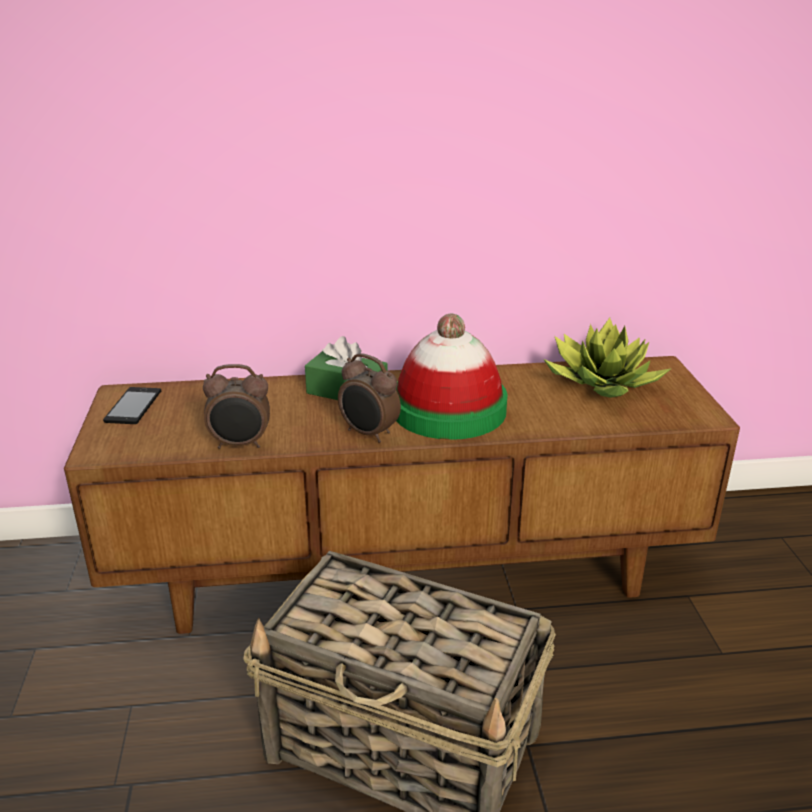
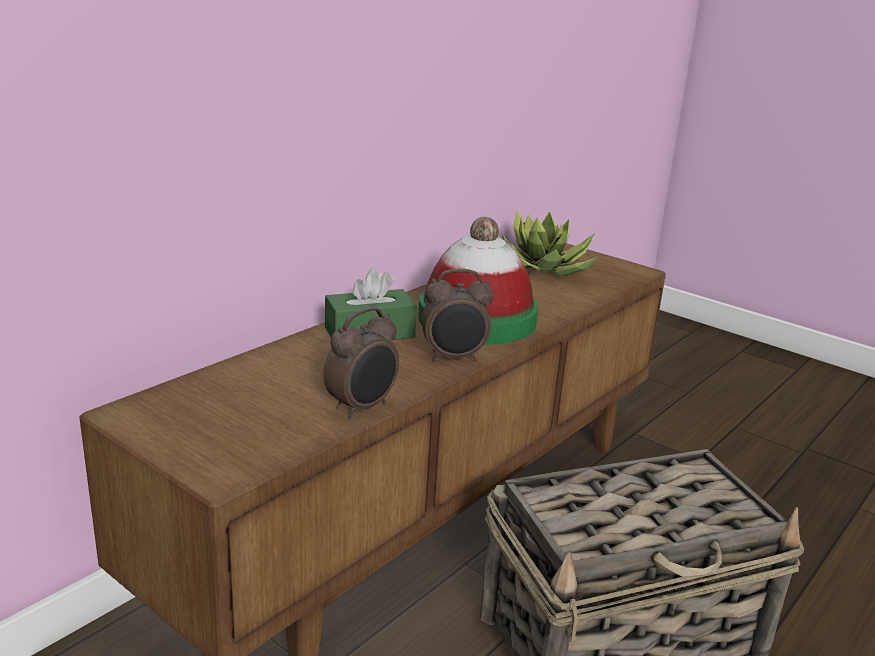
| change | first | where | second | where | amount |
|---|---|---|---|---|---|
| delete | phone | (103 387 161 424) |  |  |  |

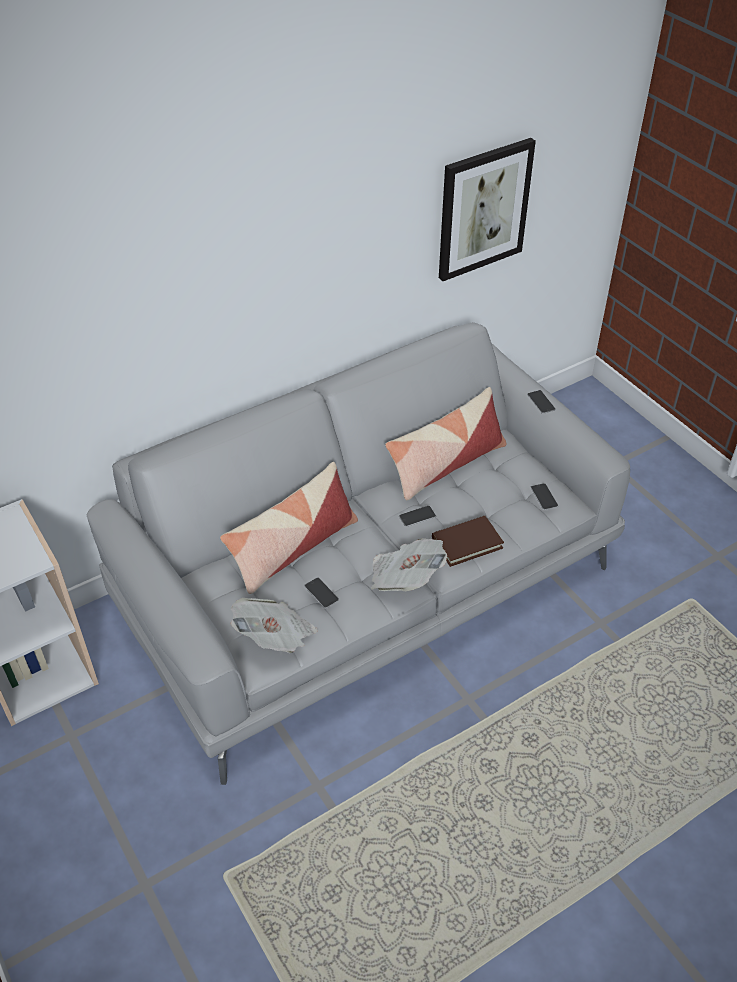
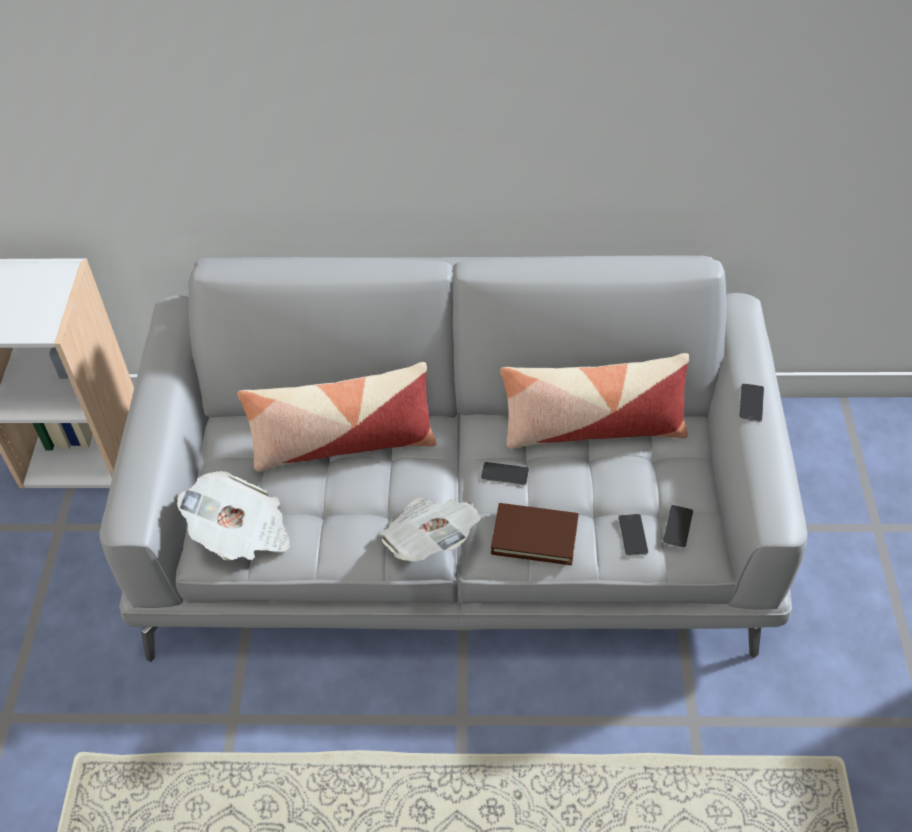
| change | first | where | second | where | amount |
|---|---|---|---|---|---|
| delete | picture | (439 138 536 281) |  |  |  |
| move | phone | (304 577 339 608) |  | (618 514 649 556) |  |

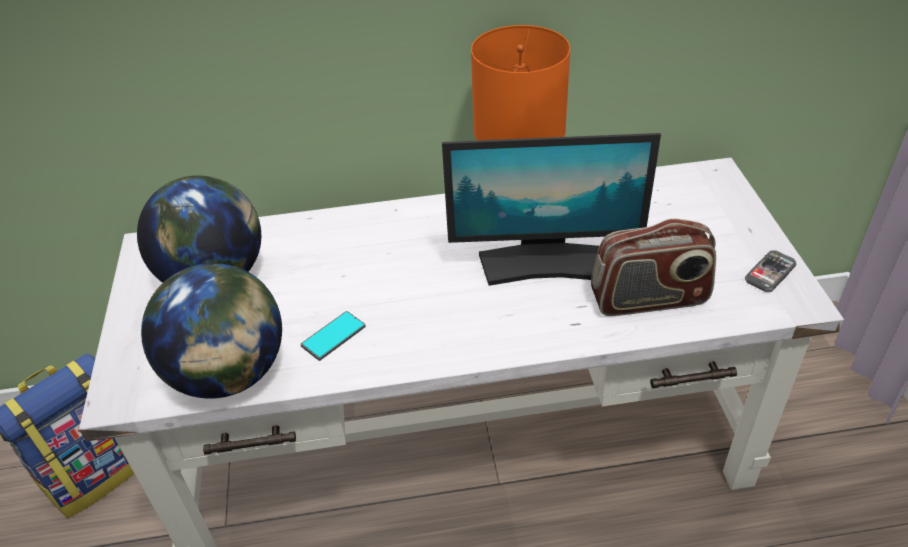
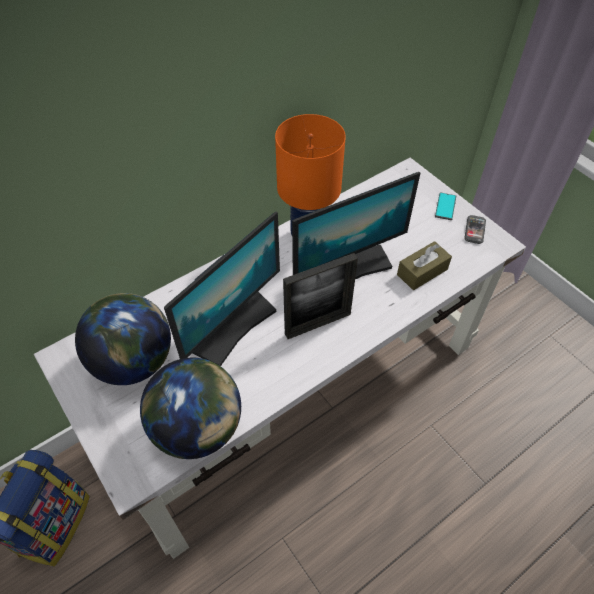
| change | first | where | second | where | amount |
|---|---|---|---|---|---|
| replace | radio | (591 219 716 316) | brown tissue box | (397 241 452 290) |  |
| move | phone | (301 311 366 361) |  | (435 192 456 220) |  |
| insert |  |  | monitor | (164 212 280 366) |  |
| insert |  |  | picture frame | (283 253 358 339) |  |

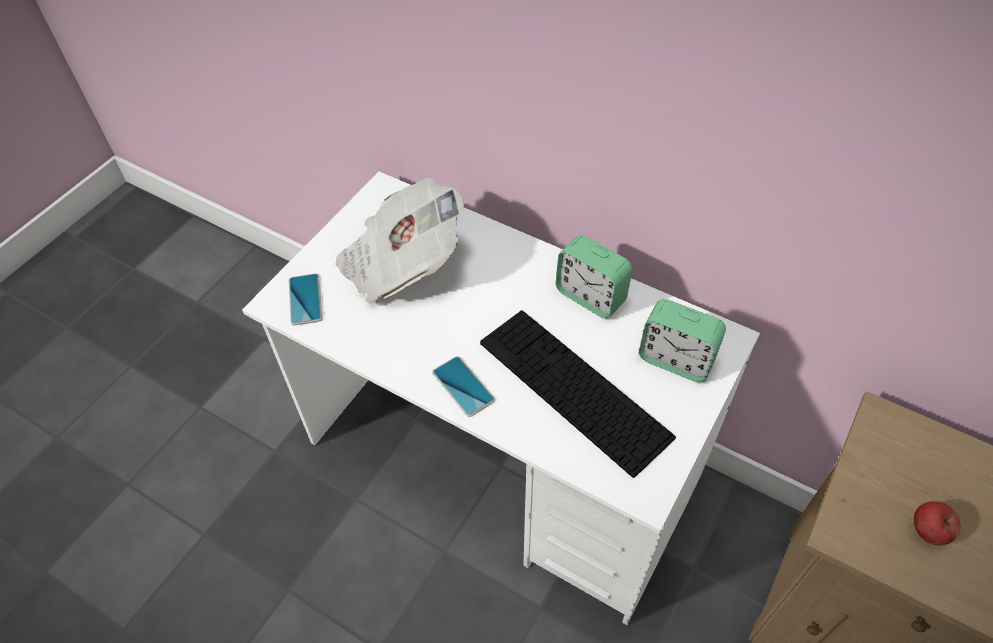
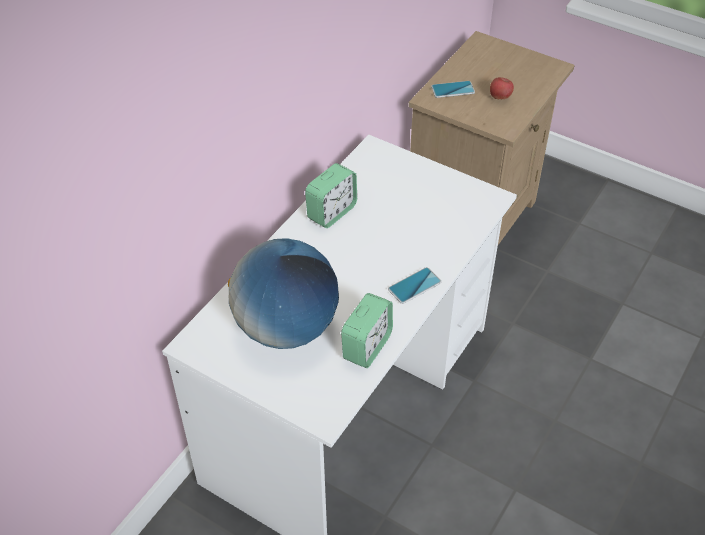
| change | first | where | second | where | amount |
|---|---|---|---|---|---|
| replace | newspaper | (335 178 464 304) | globe | (228 238 339 349) |  |
| move | phone | (289 273 323 325) |  | (431 81 475 98) |  |
| move | alarm clock | (639 299 726 382) |  | (341 293 393 368) |  |
| delete | keyboard | (480 310 676 478) |  |  |  |

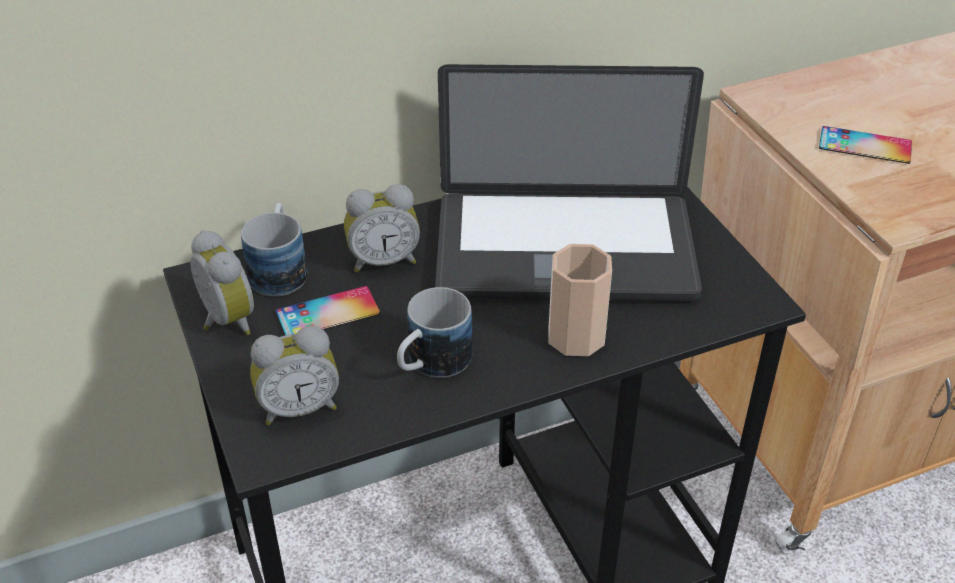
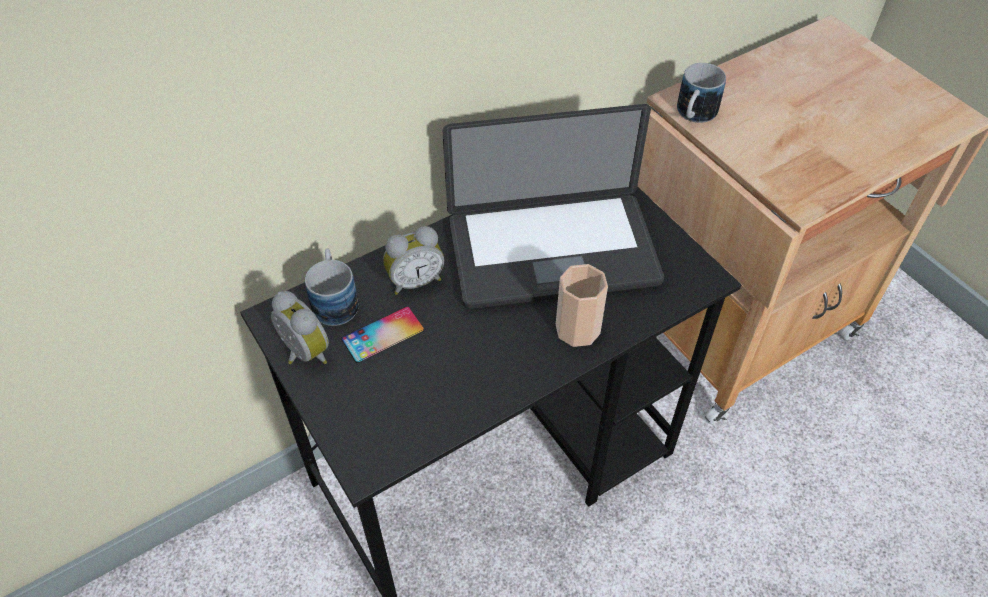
| change | first | where | second | where | amount |
|---|---|---|---|---|---|
| delete | phone | (819 126 912 164) |  |  |  |
| move | mug | (397 287 472 378) |  | (677 63 726 123) |  |
| delete | alarm clock | (250 326 339 425) |  |  |  |

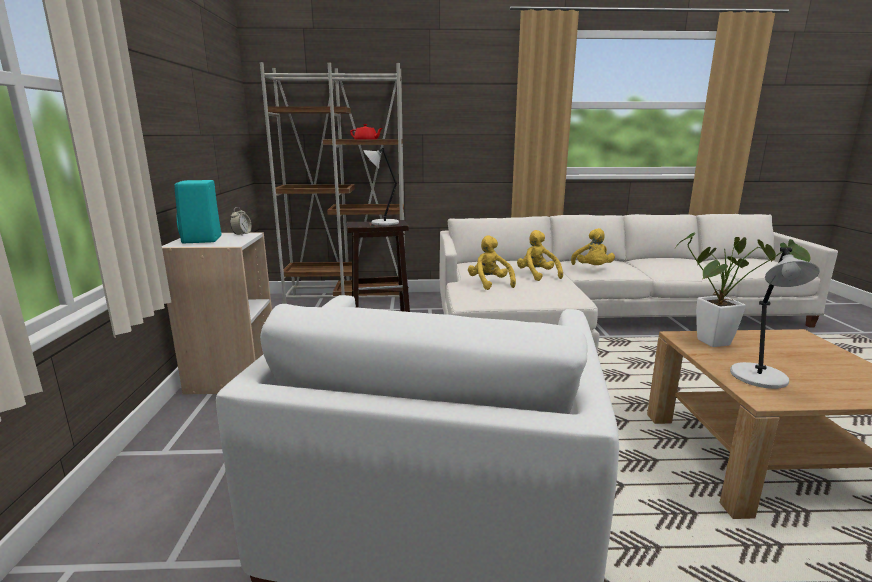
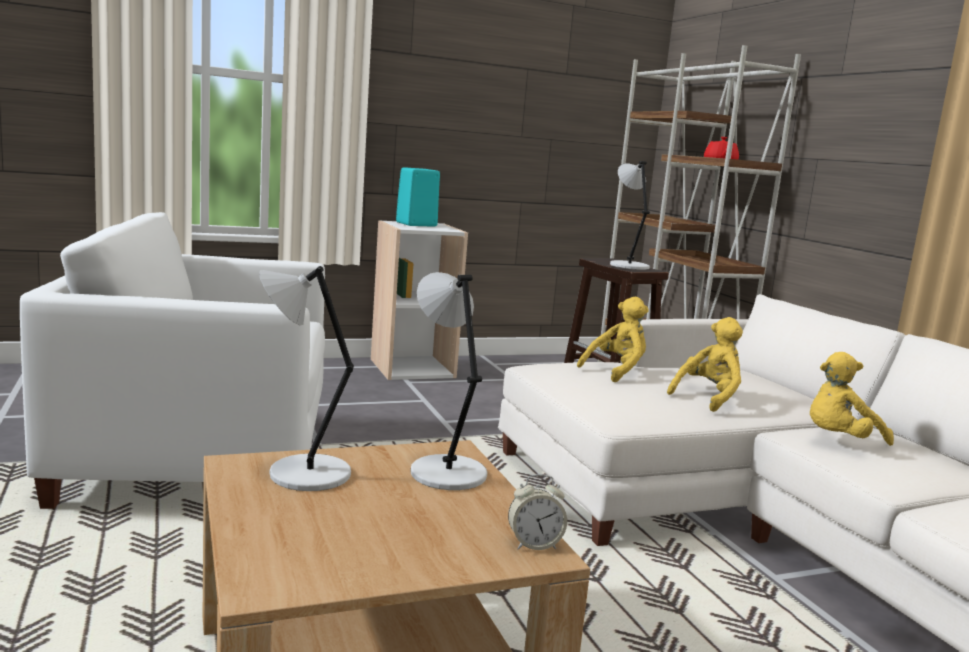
| change | first | where | second | where | amount |
|---|---|---|---|---|---|
| move | alarm clock | (230 207 252 235) |  | (508 474 567 550) |  |
| replace | potted plant | (676 232 810 347) | grey table lamp | (410 272 487 490) |  |

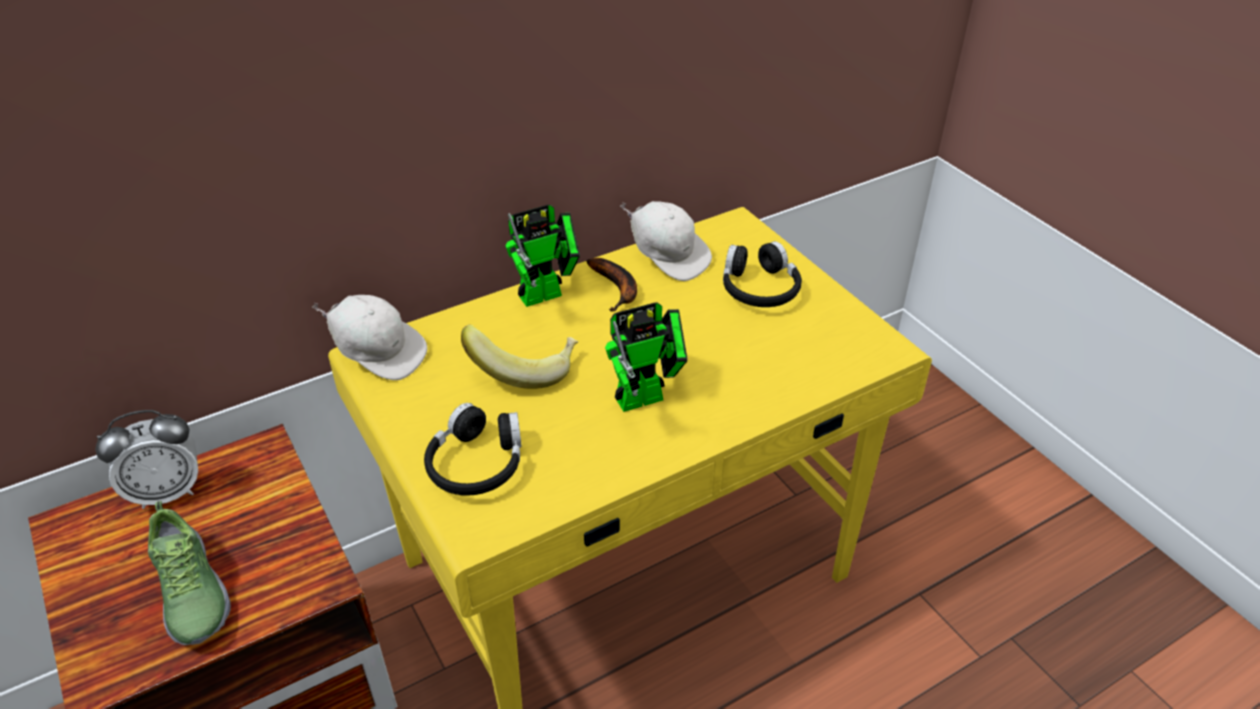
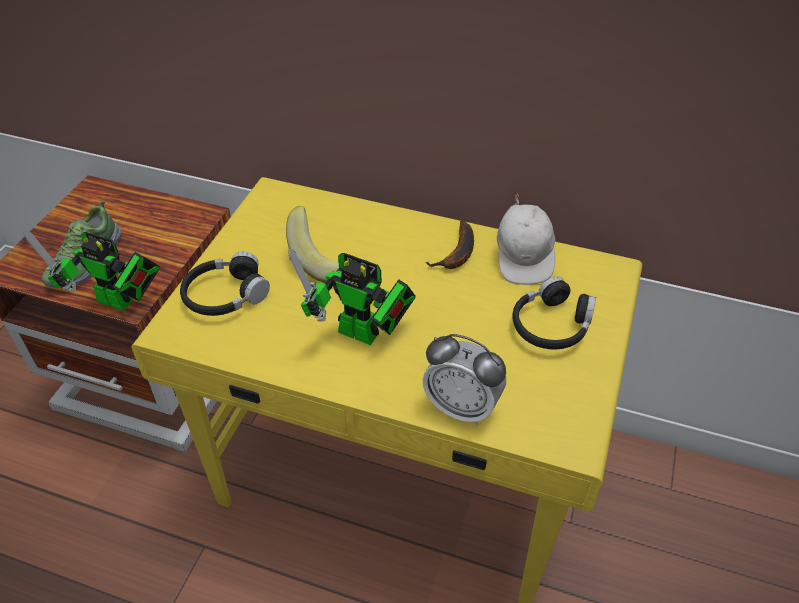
| change | first | where | second | where | amount |
|---|---|---|---|---|---|
| move | toy robot | (505 205 580 307) |  | (23 229 160 311) |  |
| delete | white cap | (312 295 427 380) |  |  |  |
| move | alarm clock | (96 410 198 509) |  | (422 334 506 425) |  |

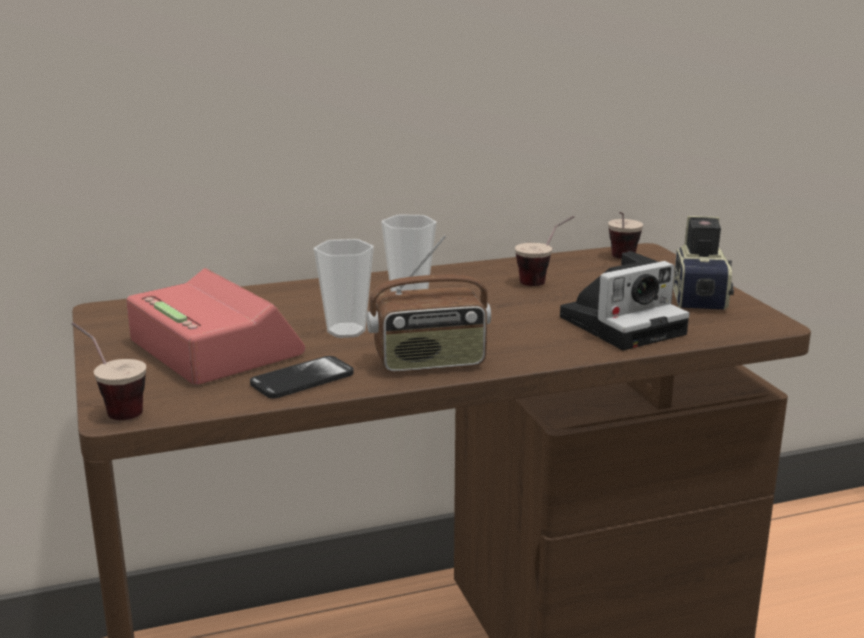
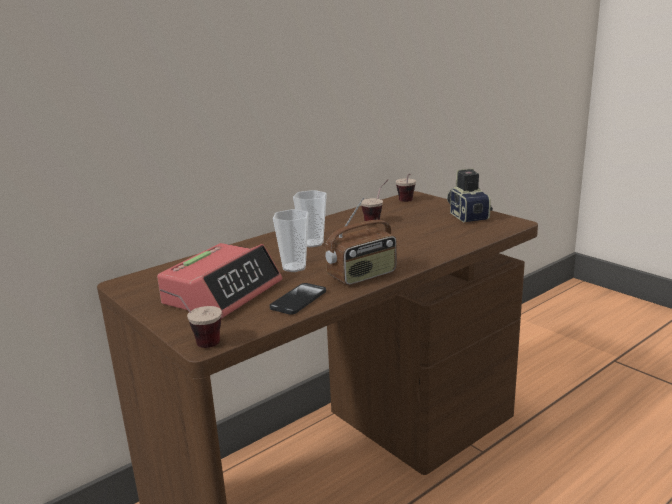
| change | first | where | second | where | amount |
|---|---|---|---|---|---|
| delete | photo camera | (560 251 689 350) |  |  |  |
| rotate | alarm clock | (126 268 305 385) |  | (157 243 282 318) | 90 degrees clockwise |

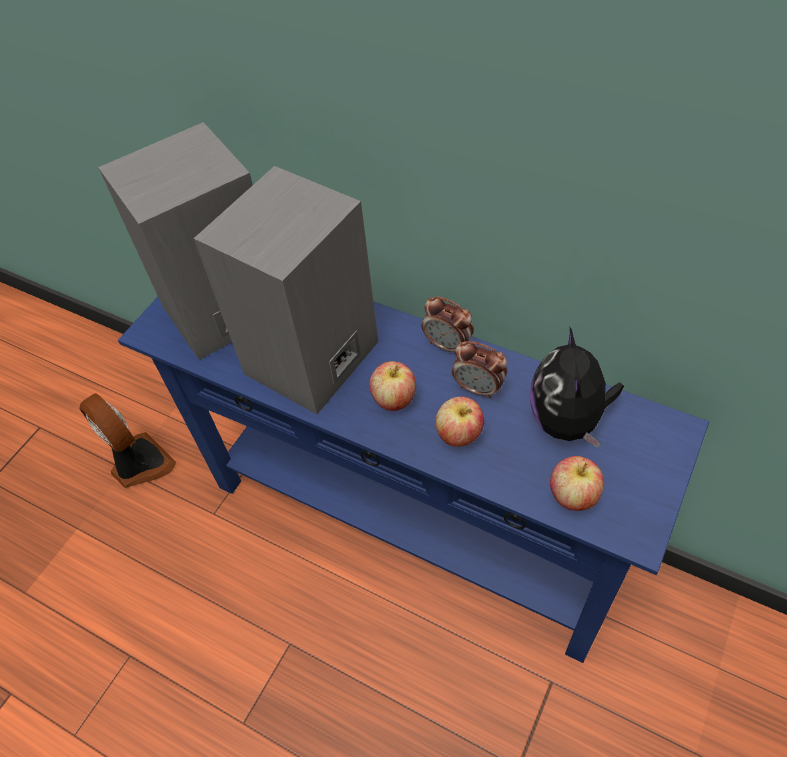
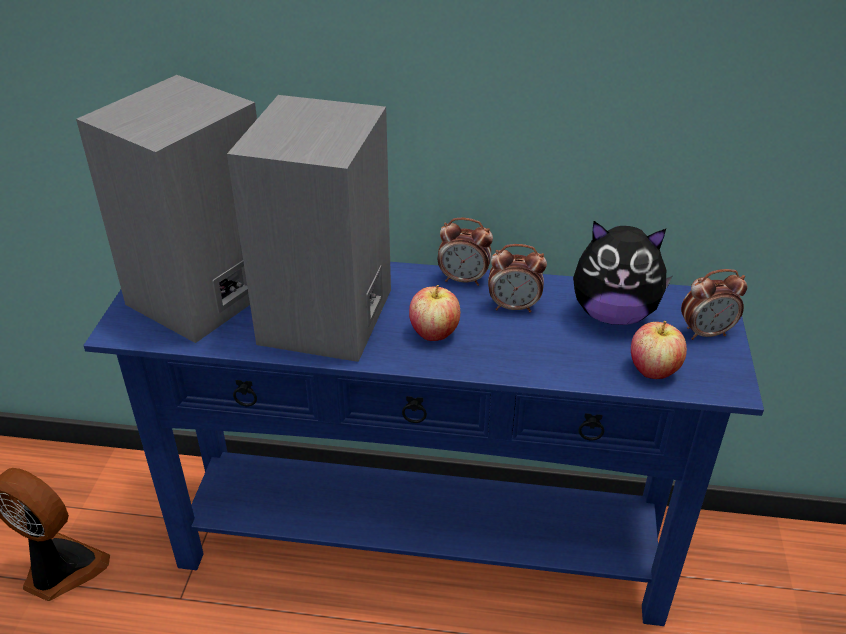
| change | first | where | second | where | amount |
|---|---|---|---|---|---|
| rotate | plush toy | (530 326 624 448) |  | (573 221 673 325) | 60 degrees counterclockwise |
| delete | apple | (435 397 484 447) |  |  |  |
| insert |  |  | alarm clock | (681 269 747 340) |  |

